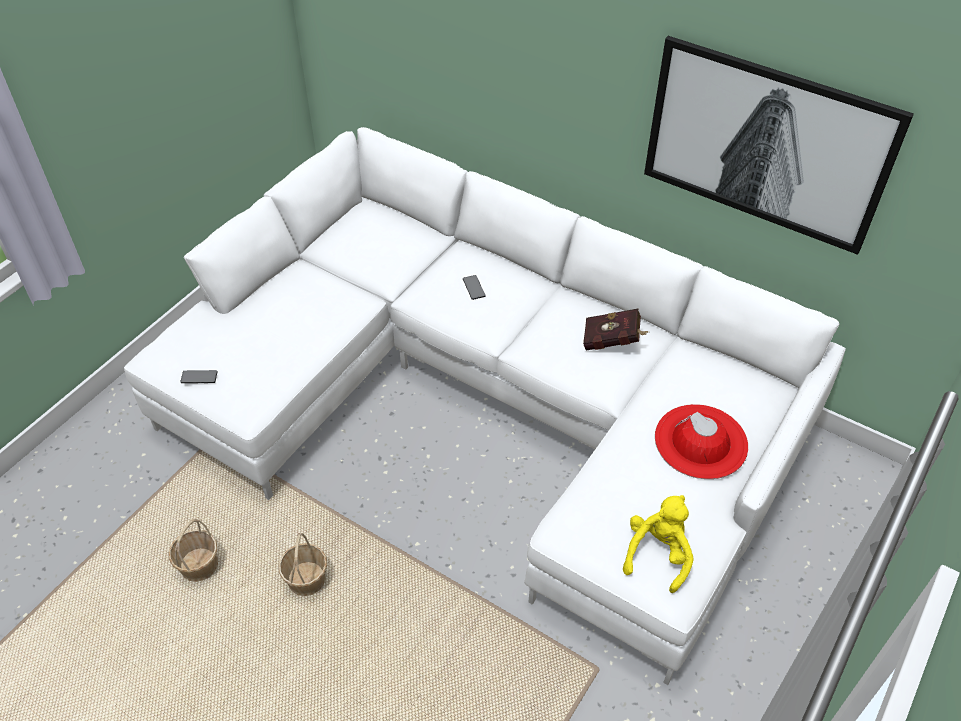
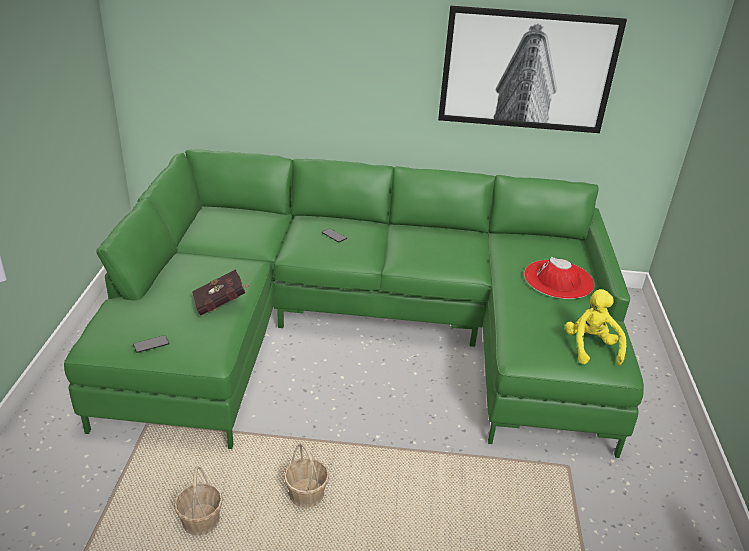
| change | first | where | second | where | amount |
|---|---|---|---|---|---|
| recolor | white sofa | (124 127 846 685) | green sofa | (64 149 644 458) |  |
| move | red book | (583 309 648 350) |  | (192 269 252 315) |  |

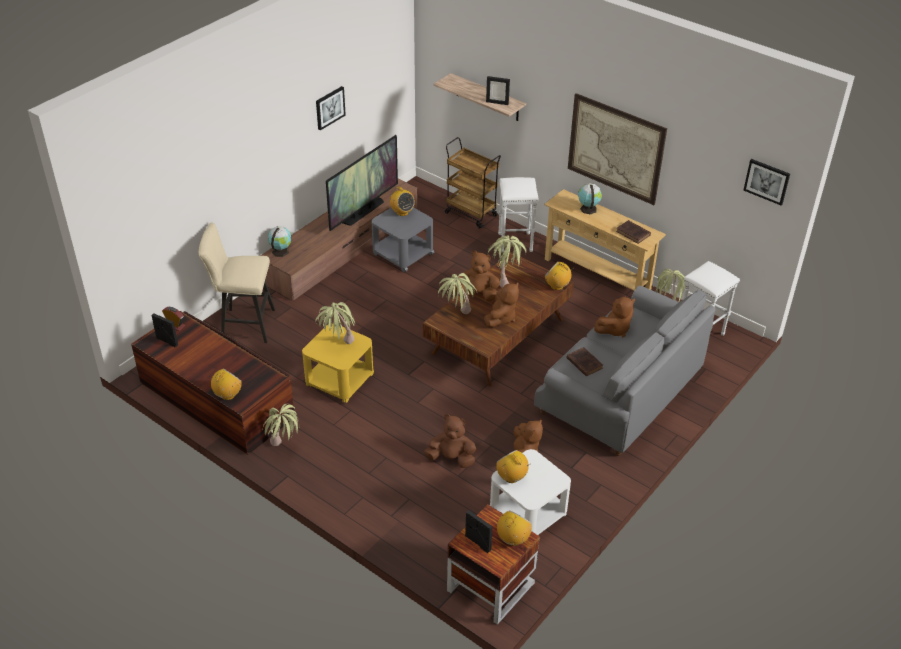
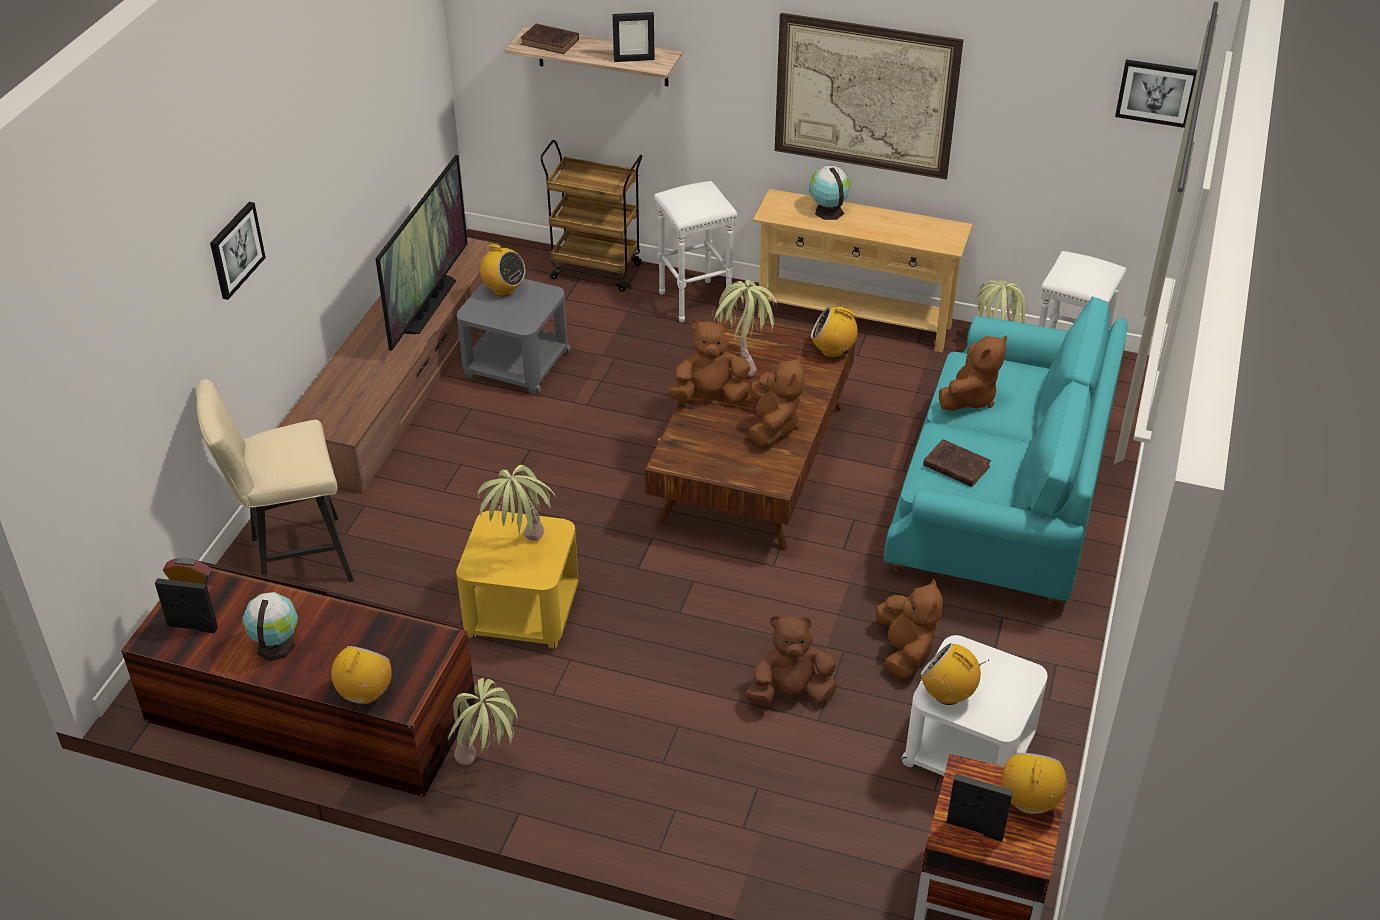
| change | first | where | second | where | amount |
|---|---|---|---|---|---|
| move | picture | (316 86 346 130) |  | (210 202 266 300) |  |
| move | brown book | (616 220 651 244) |  | (520 24 579 54) |  |
| move | globe | (268 226 291 257) |  | (243 592 298 661) |  |
| delete | potted plant | (438 273 477 314) |  |  |  |
| recolor | grey sofa | (534 286 716 456) | turquoise sofa | (884 296 1128 609) |  |

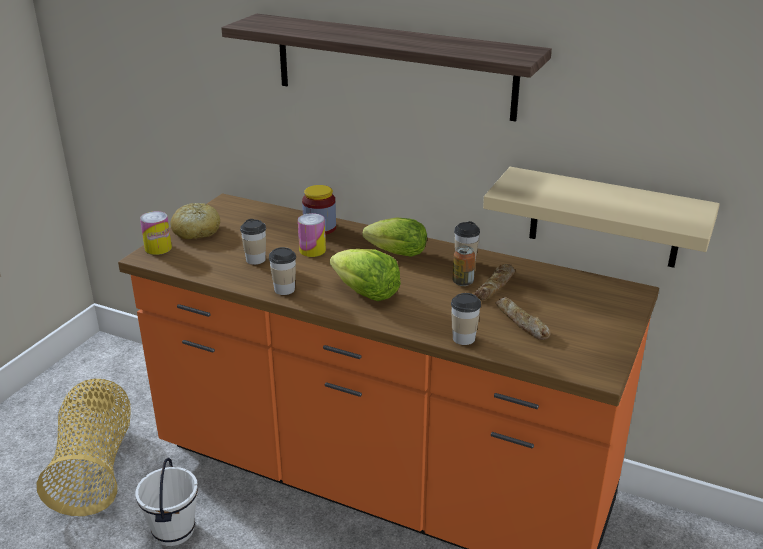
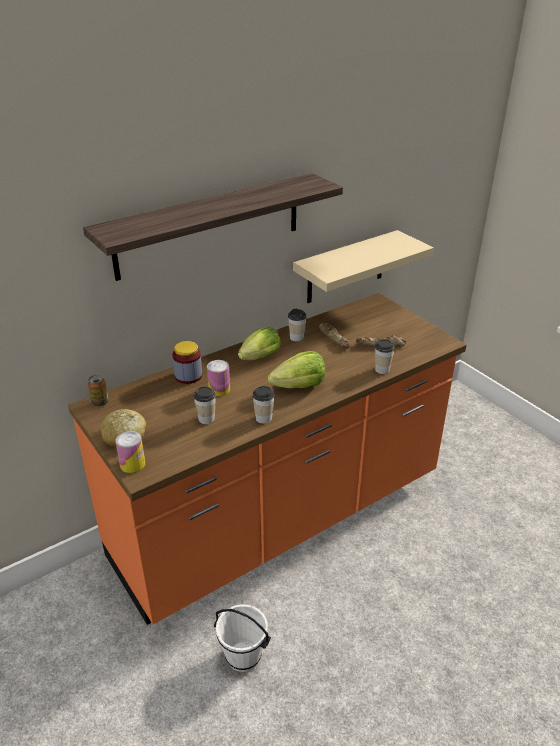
| change | first | where | second | where | amount |
|---|---|---|---|---|---|
| move | can | (452 246 476 286) |  | (88 375 109 406) |  |
| delete | basket | (37 379 131 516) |  |  |  |

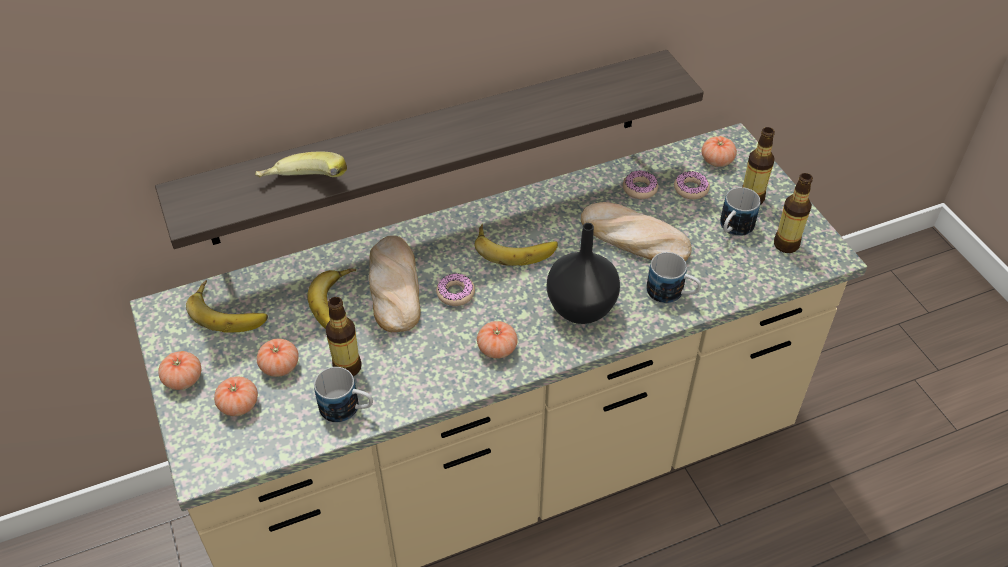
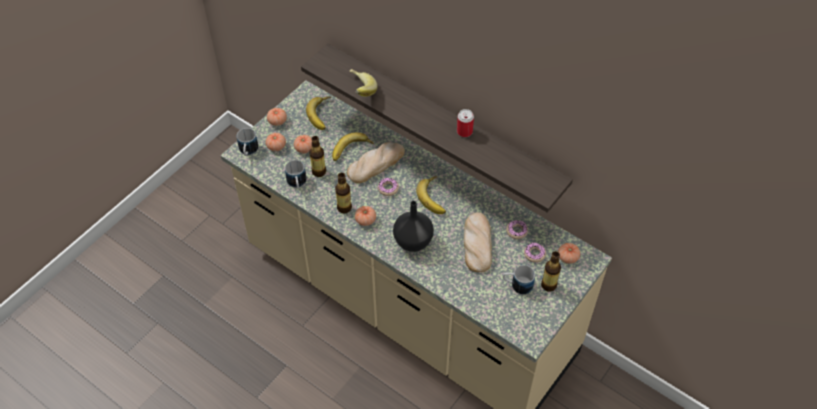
| change | first | where | second | where | amount |
|---|---|---|---|---|---|
| move | bottle | (774 173 813 253) |  | (335 173 352 213) |  |
| move | mug | (647 252 701 304) |  | (237 128 258 156) |  |
| insert |  |  | can | (457 109 474 137) |  |

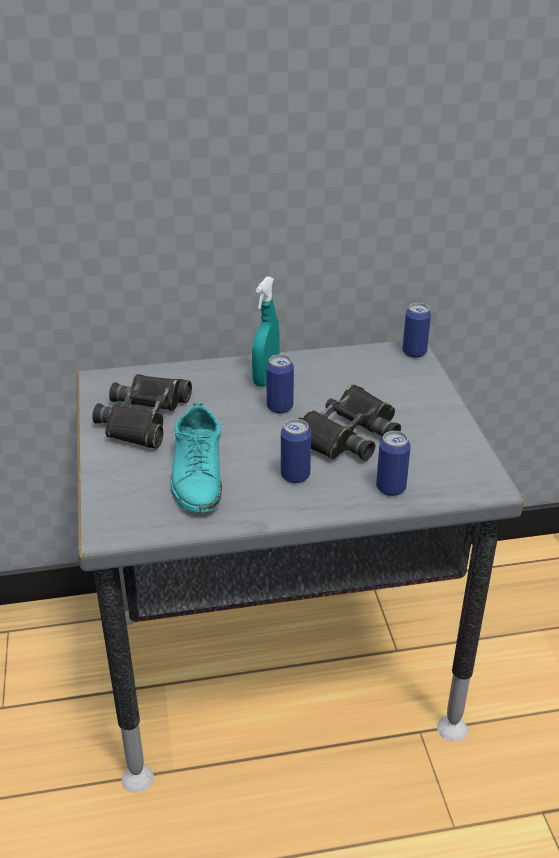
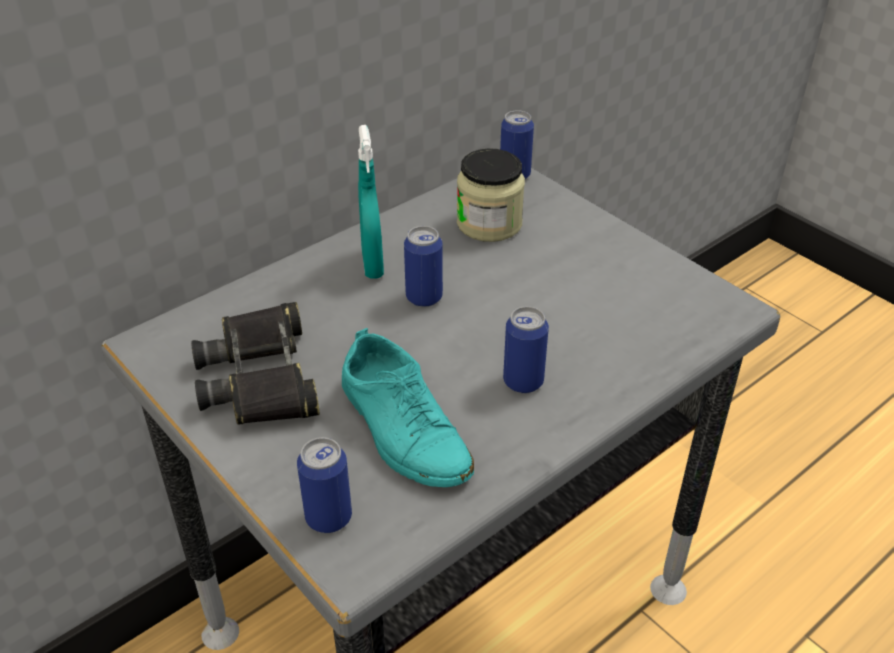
| change | first | where | second | where | amount |
|---|---|---|---|---|---|
| delete | black binoculars | (296 384 401 461) |  |  |  |
| move | can | (376 431 411 496) |  | (297 437 352 533) |  |
| insert |  |  | jar | (457 148 525 242) |  |

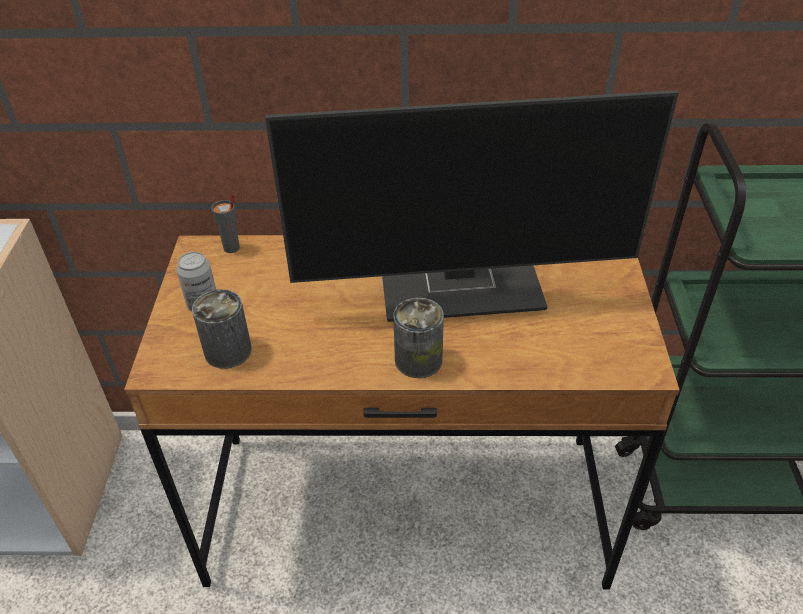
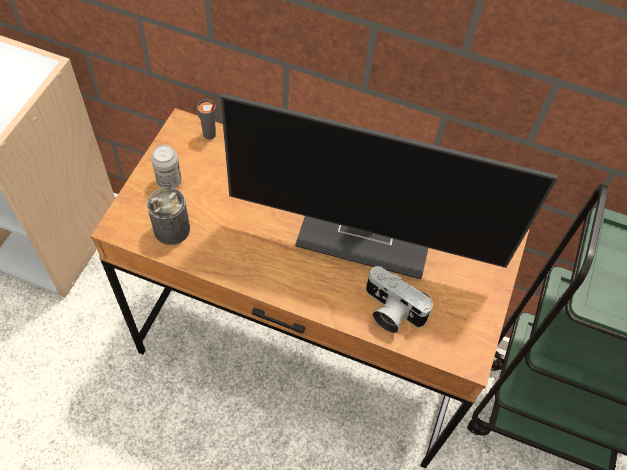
| change | first | where | second | where | amount |
|---|---|---|---|---|---|
| delete | can | (393 298 444 378) |  |  |  |
| insert |  |  | photo camera | (366 266 433 333) |  |

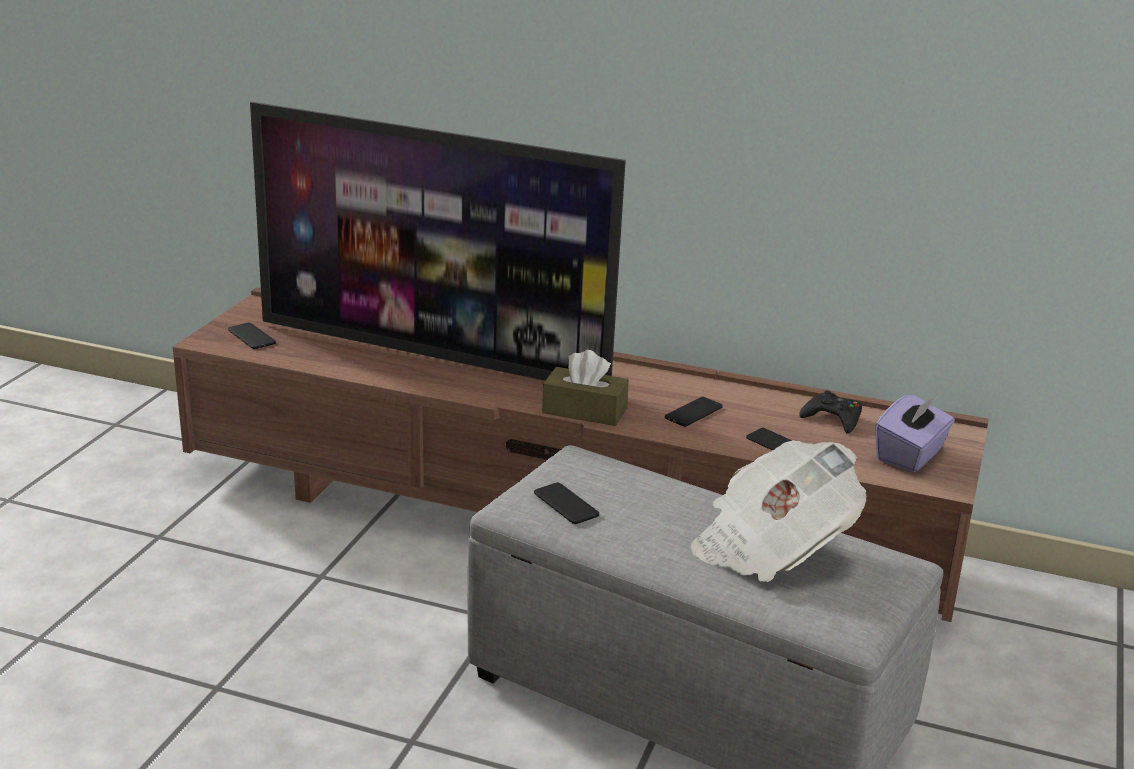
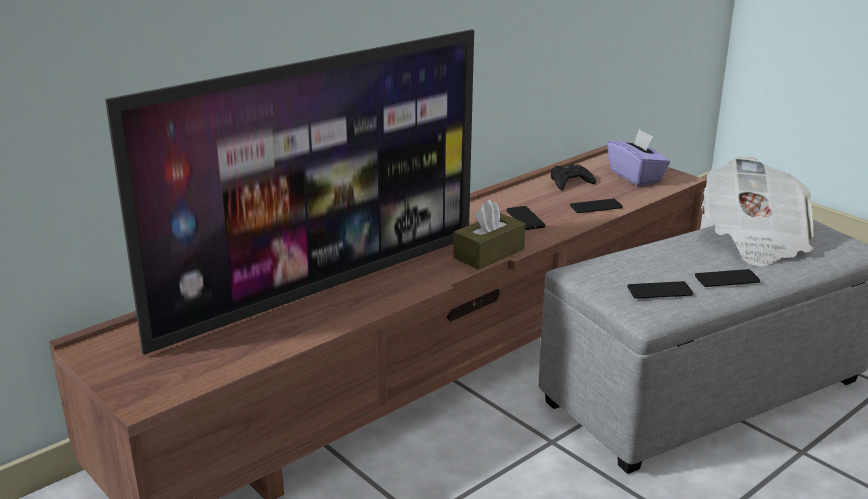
| change | first | where | second | where | amount |
|---|---|---|---|---|---|
| move | phone | (228 322 276 349) |  | (695 269 760 287) |  |

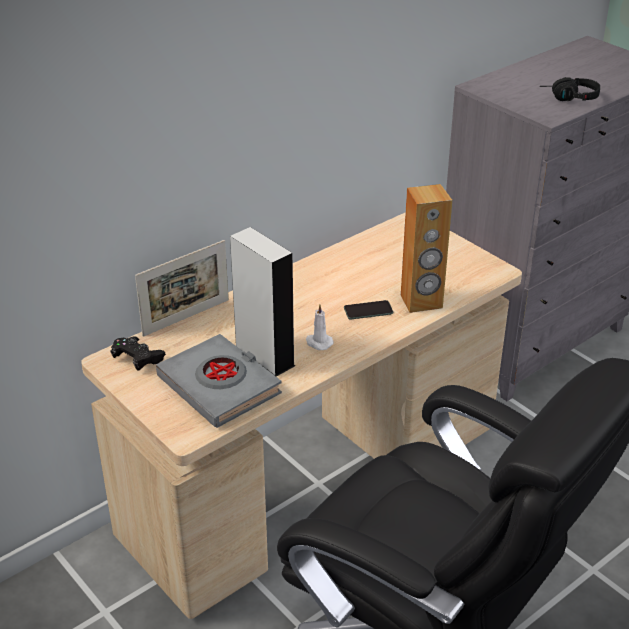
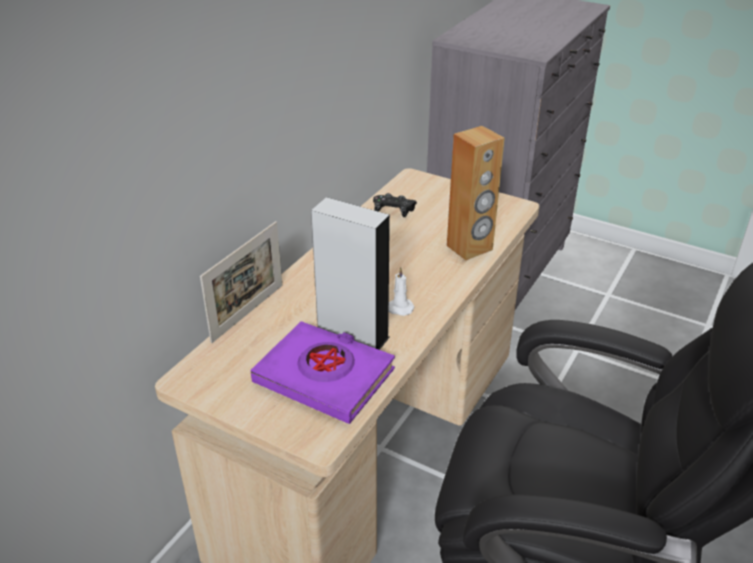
| change | first | where | second | where | amount |
|---|---|---|---|---|---|
| delete | black headphones | (540 77 600 101) |  |  |  |
| delete | phone | (344 300 393 319) |  |  |  |
| recolor | grey book | (156 334 282 428) | purple book | (250 321 395 424) |  |
| move | black game controller | (110 336 166 371) |  | (373 193 417 217) |  |

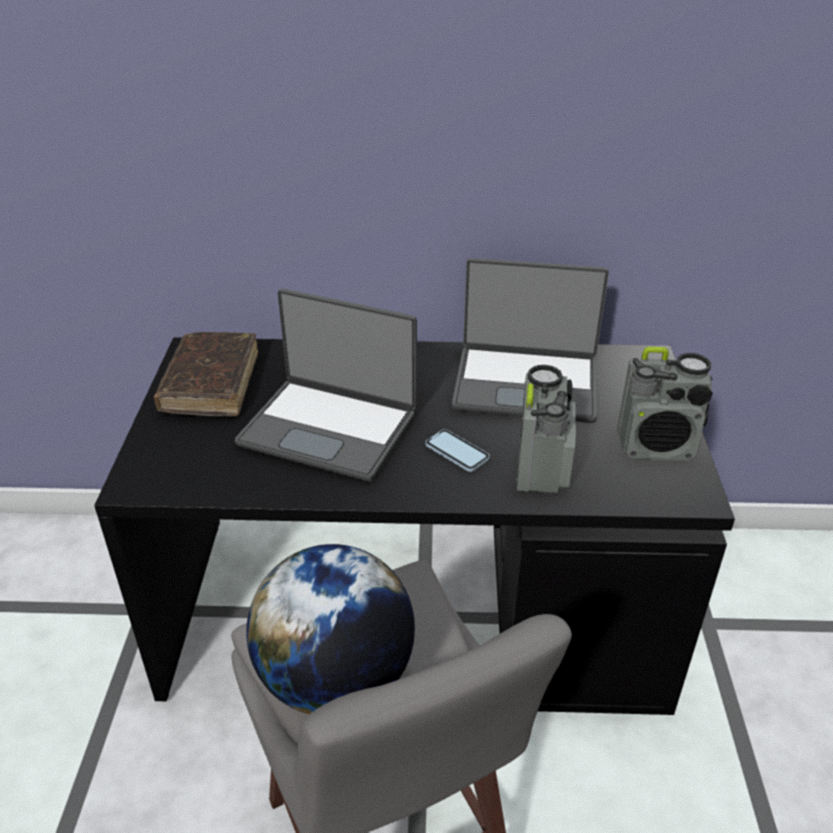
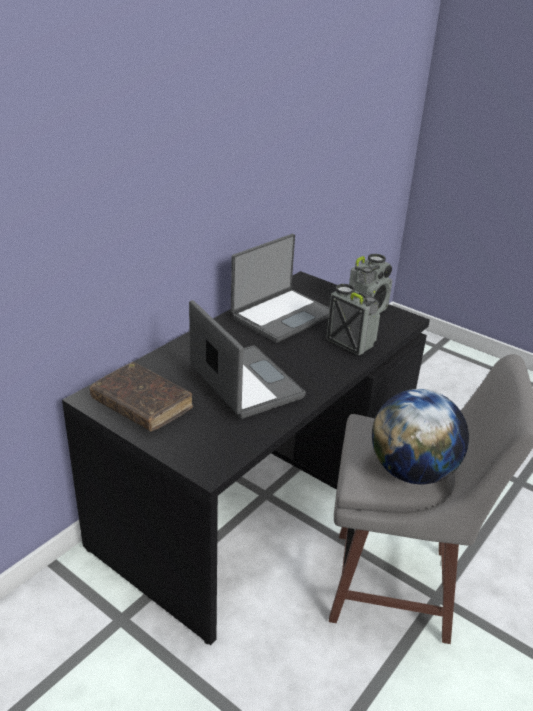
| change | first | where | second | where | amount |
|---|---|---|---|---|---|
| rotate | laptop | (235 288 417 482) |  | (189 300 306 419) | 90 degrees counterclockwise |
| delete | phone | (425 429 490 472) |  |  |  |

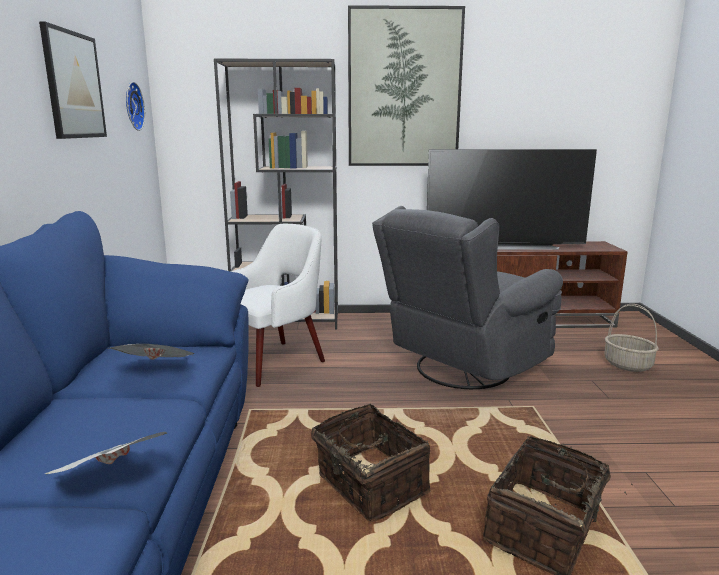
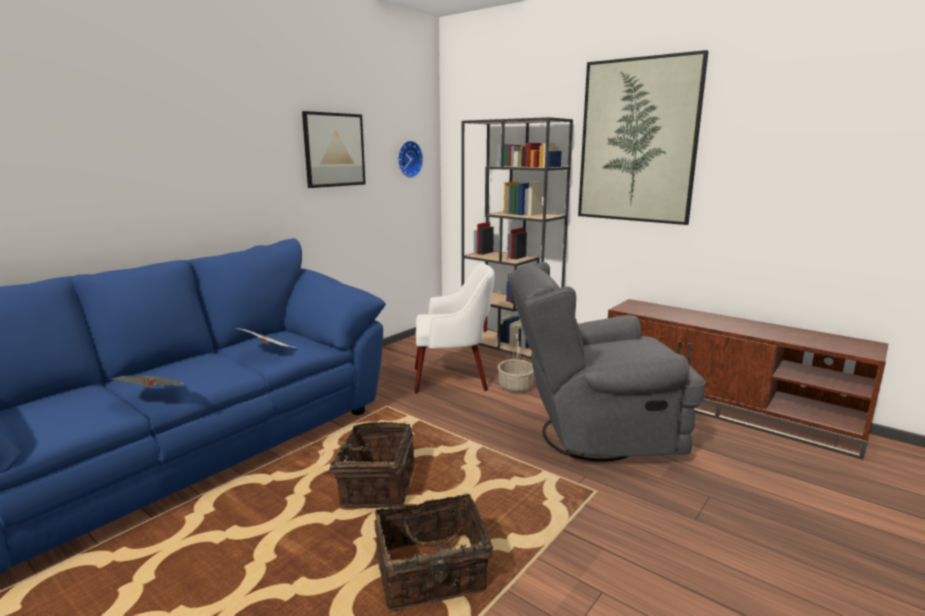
| change | first | where | second | where | amount |
|---|---|---|---|---|---|
| delete | television | (427 149 597 250) |  |  |  |
| move | basket | (605 304 659 372) |  | (498 333 534 393) |  |

